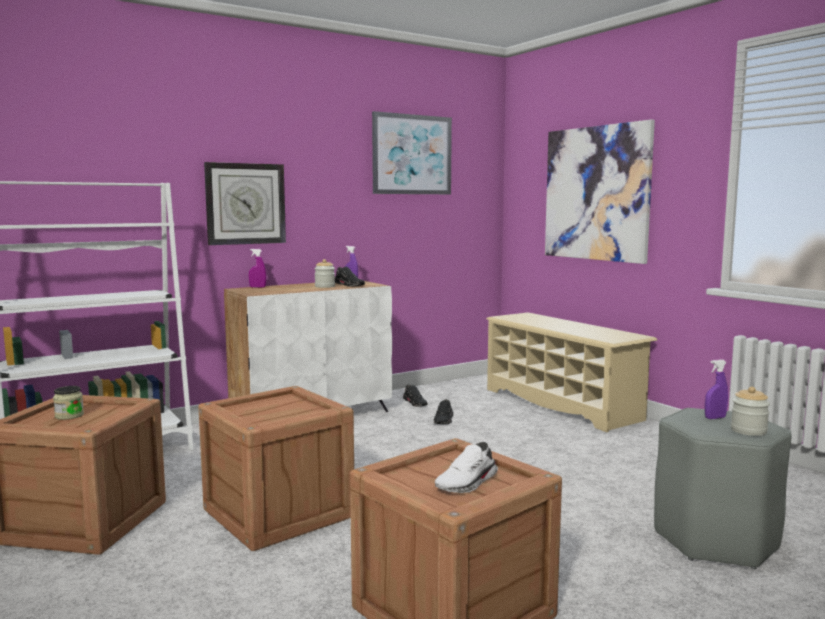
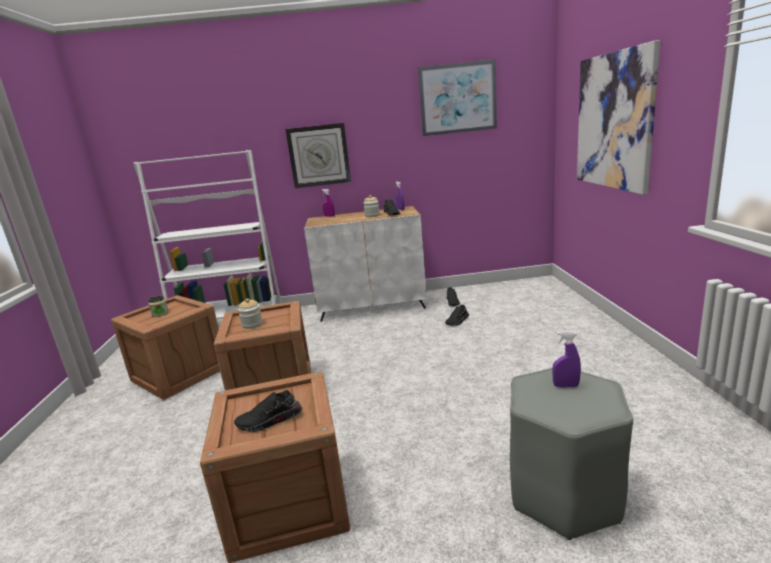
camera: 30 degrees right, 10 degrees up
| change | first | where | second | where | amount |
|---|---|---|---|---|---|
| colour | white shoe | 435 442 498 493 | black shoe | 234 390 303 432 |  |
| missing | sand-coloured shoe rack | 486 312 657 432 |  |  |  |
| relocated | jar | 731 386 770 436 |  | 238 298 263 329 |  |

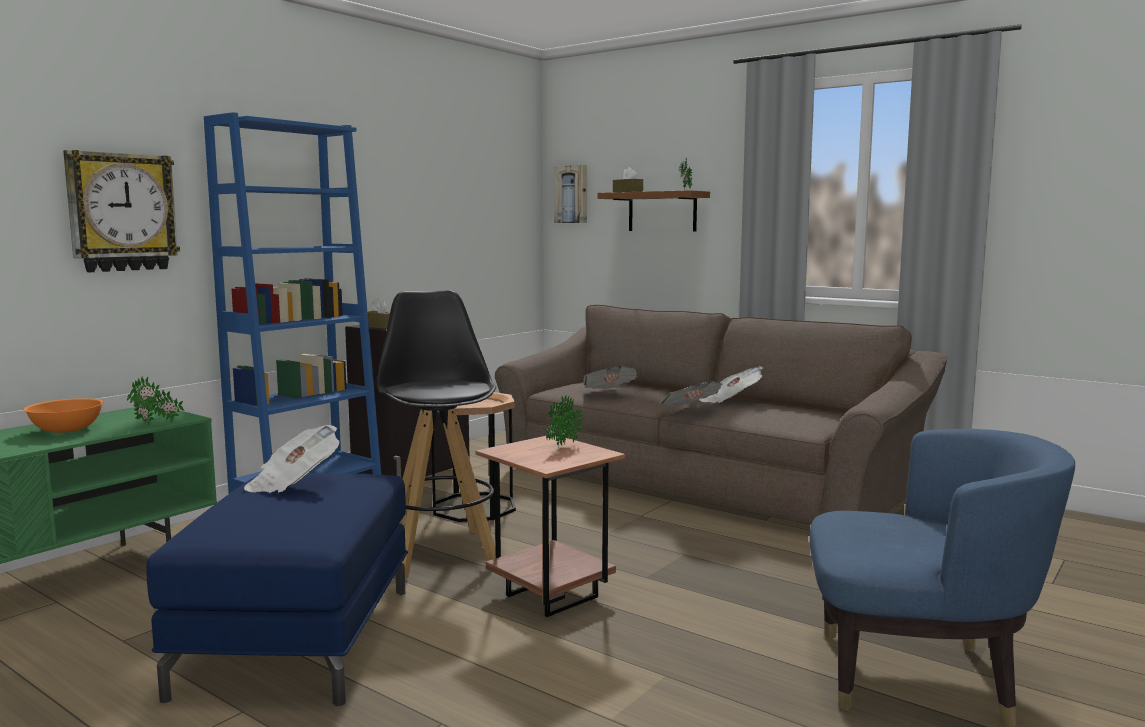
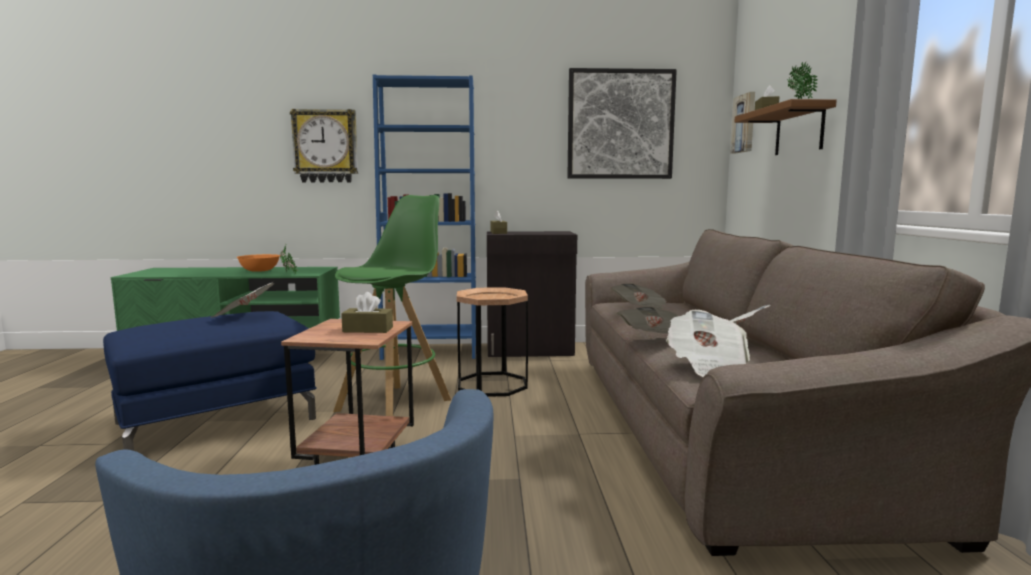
camera: 50 degrees right, 0 degrees up
| change | first | where | second | where | amount |
|---|---|---|---|---|---|
| colour | black stool seat | 377 290 496 579 | green-coloured stool seat | 333 195 451 416 |  |
| exchanged | potted plant | 545 395 583 449 | brown-coloured tissue holder | 341 292 393 333 |  |
| appeared |  |  | wall picture | 567 68 677 179 |  |
| appeared |  |  | printed paper | 666 310 750 377 |  |

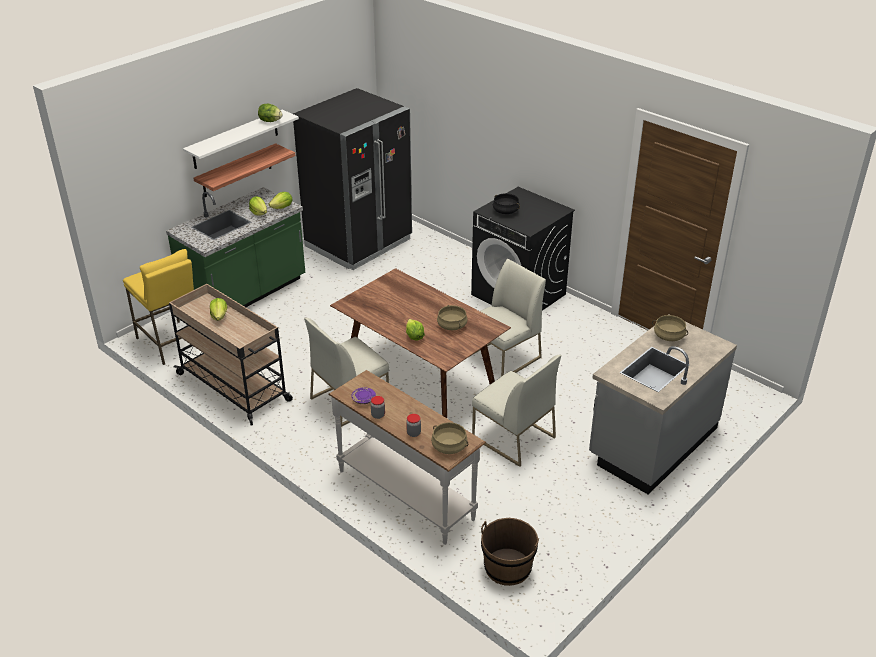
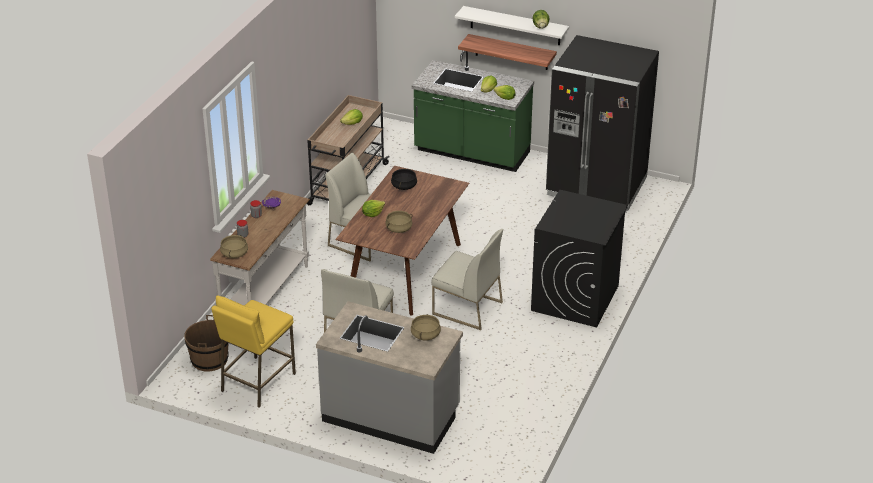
camera: 70 degrees right, 0 degrees up
| change | first | where | second | where | amount |
|---|---|---|---|---|---|
| relocated | yellowish stool seat | 123 249 194 365 |  | 211 295 296 408 |  |
| relocated | black stockpot | 493 193 520 214 |  | 391 169 417 190 |  |

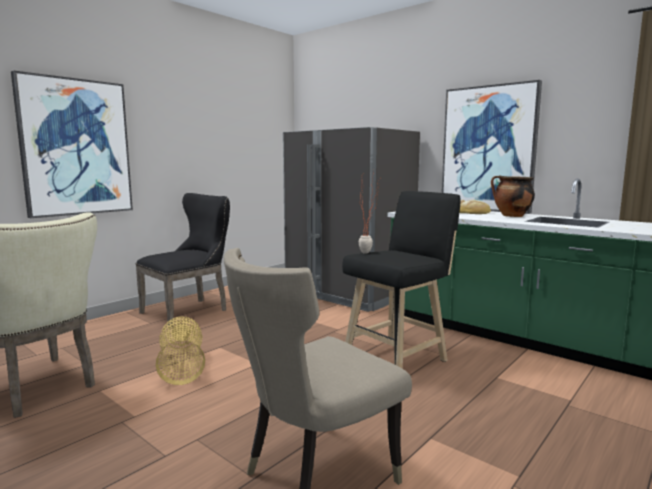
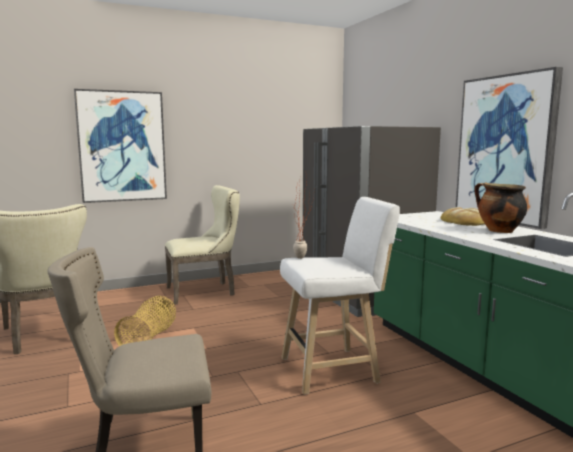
camera: 25 degrees right, 0 degrees up
| change | first | where | second | where | amount |
|---|---|---|---|---|---|
| colour | black plain chair | 135 193 230 328 | sand-coloured plain chair | 165 185 240 305 |  |
| colour | black stool seat | 342 191 460 369 | white stool seat | 280 197 400 395 |  |

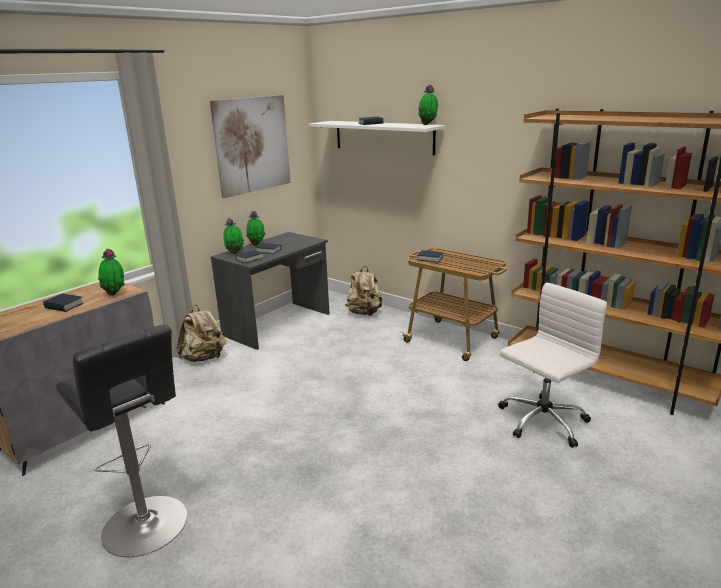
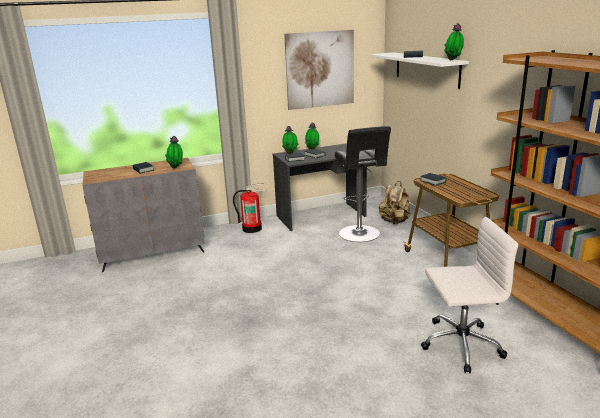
camera: 30 degrees right, 0 degrees up
| change | first | where | second | where | amount |
|---|---|---|---|---|---|
| relocated | black stool seat | 56 324 187 557 |  | 334 126 391 242 |  |
| exchanged | sand-coloured rucksack | 176 305 226 362 | extinguisher | 233 184 267 233 |  |

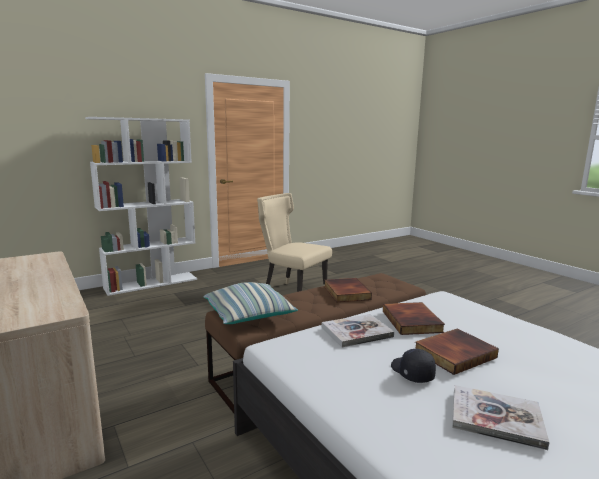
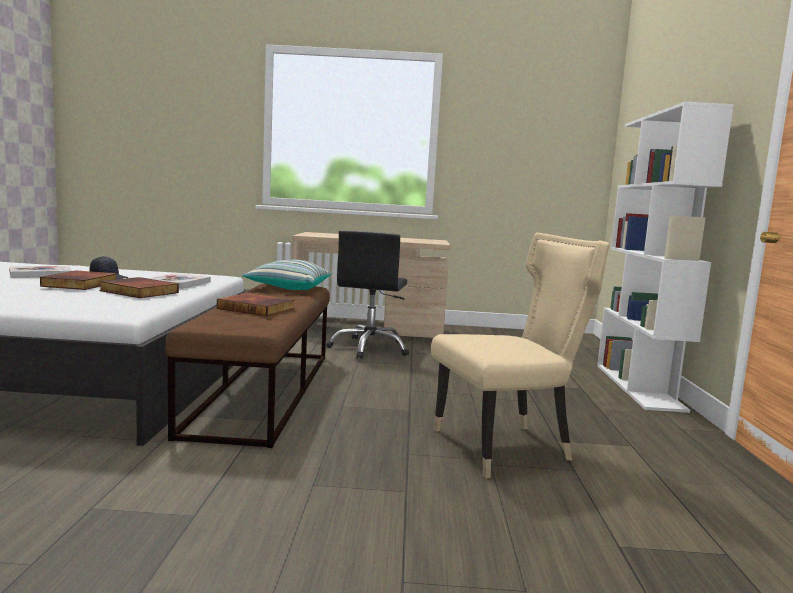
camera: 125 degrees right, 5 degrees down
| change | first | where | second | where | amount |
|---|---|---|---|---|---|
| appeared |  |  | black office chair | 326 230 409 359 |  |

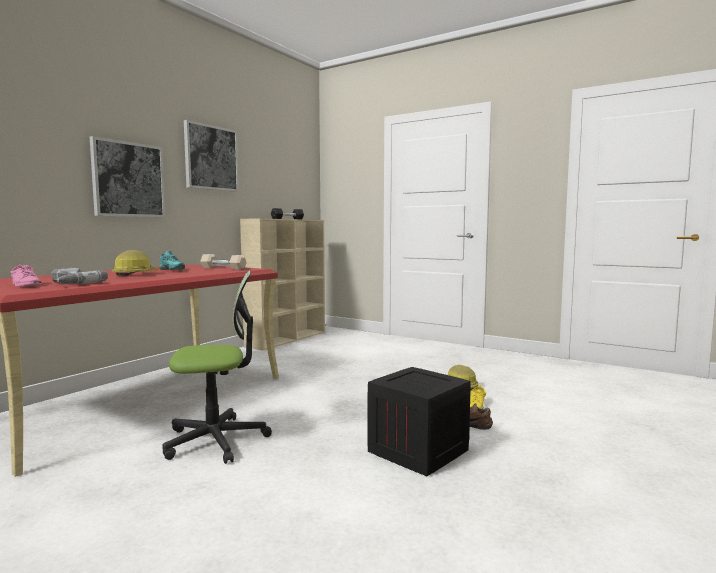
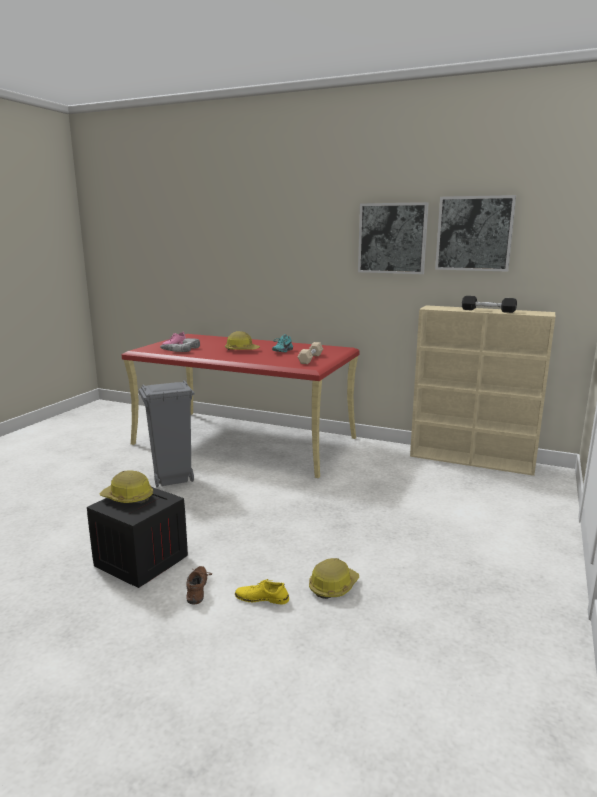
camera: 80 degrees right, 10 degrees up
| change | first | where | second | where | amount |
|---|---|---|---|---|---|
| relocated | wall picture | 90 136 165 217 |  | 435 195 516 272 |  |
| exchanged | office chair | 162 270 272 464 | grey rubbish bin | 139 380 195 487 |  |
| appeared |  |  | work helmet | 100 470 153 503 |  |

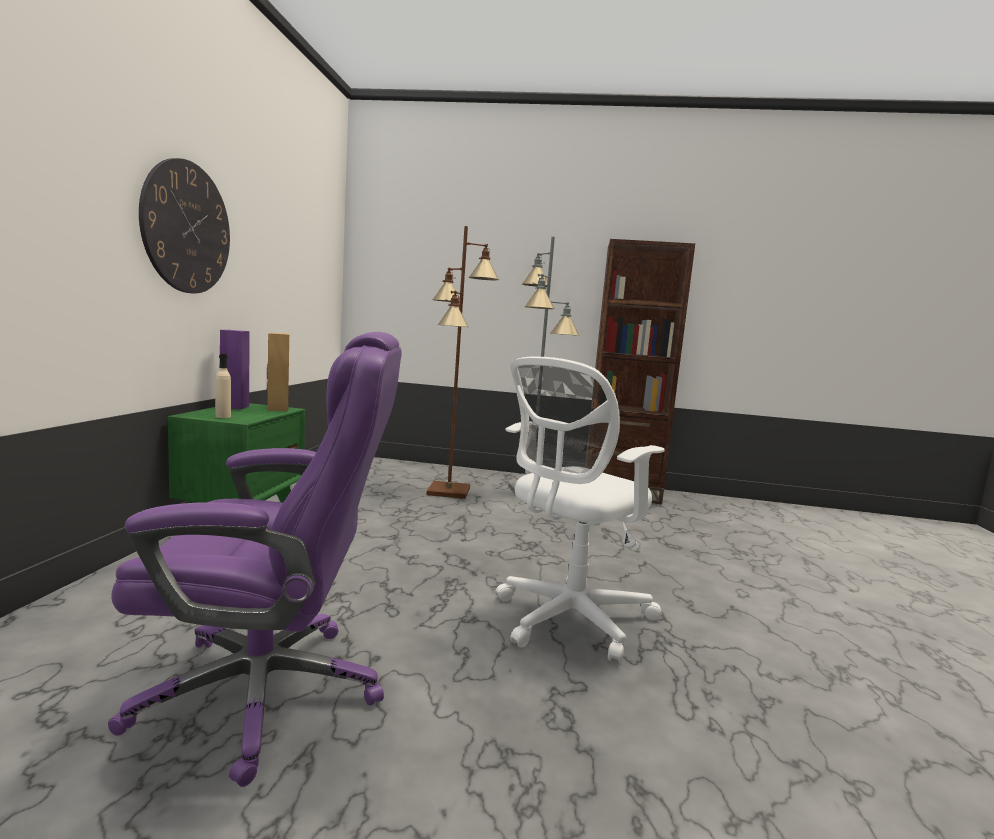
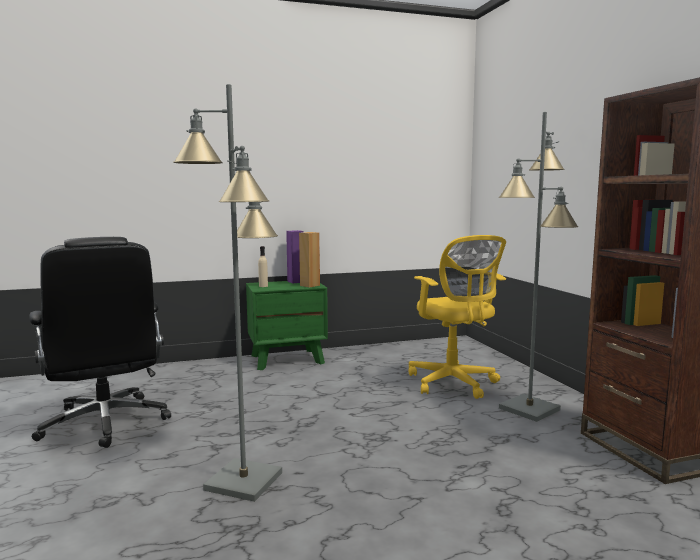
camera: 65 degrees right, 0 degrees up
| change | first | where | second | where | amount |
|---|---|---|---|---|---|
| colour | purple office chair | 108 332 402 787 | black office chair | 29 237 171 448 |  |
| missing | wall clock | 139 158 230 294 |  |  |  |
| exchanged | brown-coloured floor lamp | 426 226 499 499 | yellowish office chair | 409 235 506 399 |  |
| exchanged | white office chair | 496 357 665 663 | grey floor lamp | 173 84 282 502 |  |

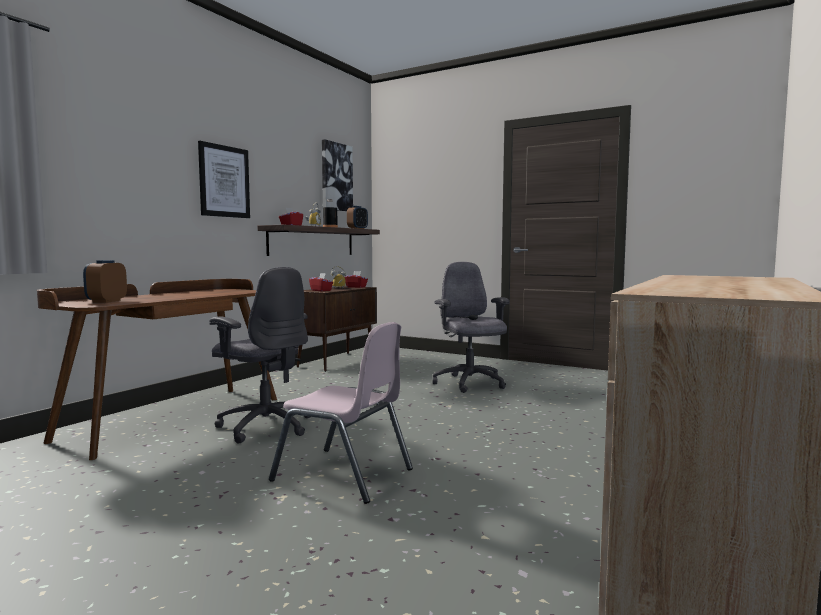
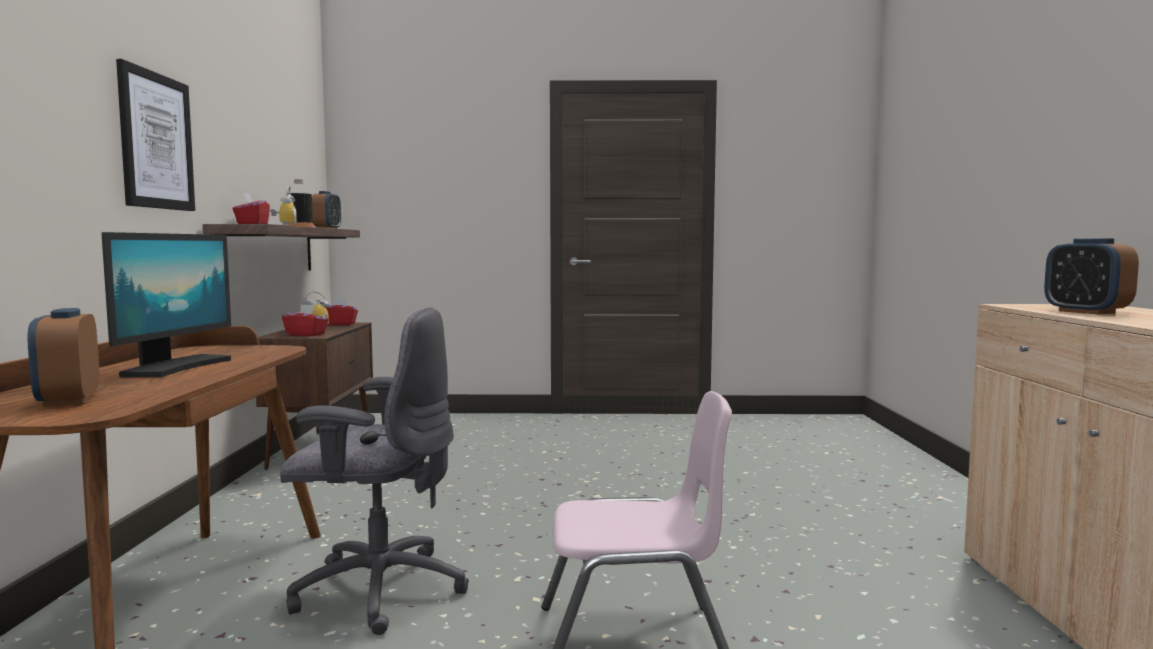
camera: 30 degrees left, 0 degrees up
| change | first | where | second | where | amount |
|---|---|---|---|---|---|
| missing | wall picture | 322 139 353 211 |  |  |  |
| missing | grey office chair | 432 262 510 393 |  |  |  |
| appeared |  |  | monitor | 102 232 231 377 |  |
| appeared |  |  | table clock | 1044 238 1139 315 |  |

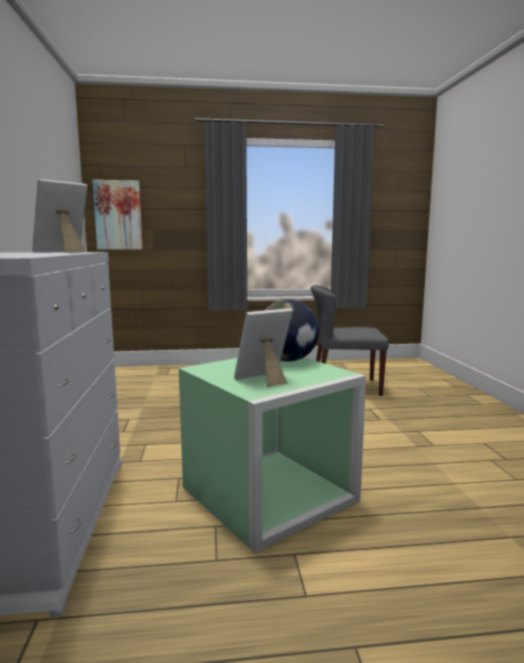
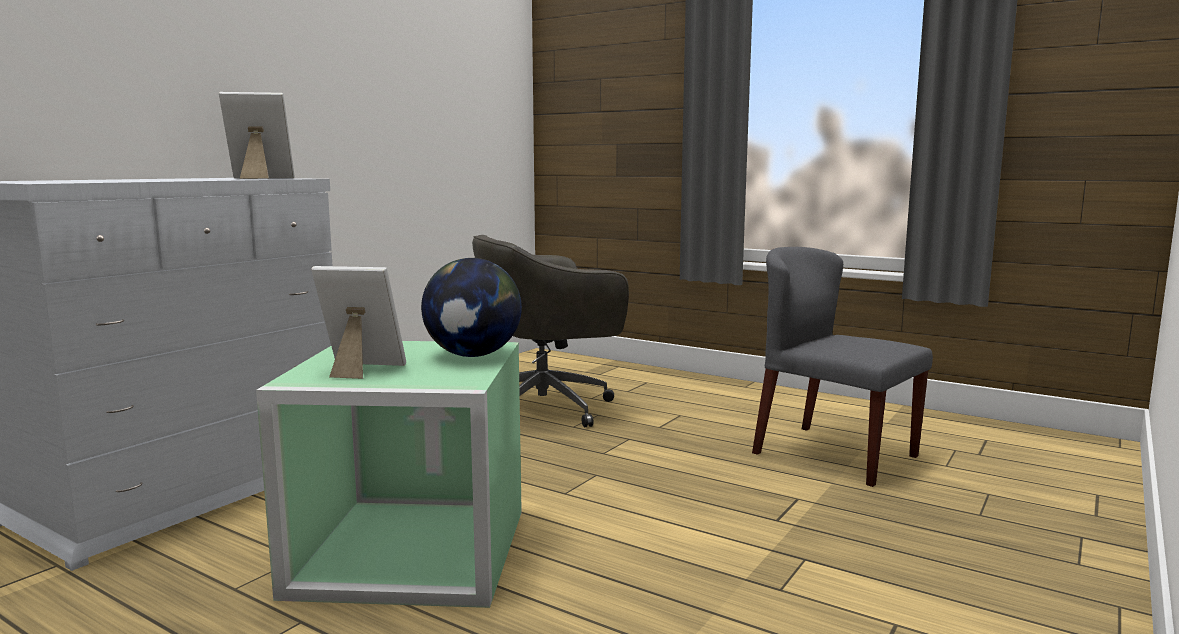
camera: 40 degrees right, 0 degrees up
| change | first | where | second | where | amount |
|---|---|---|---|---|---|
| missing | wall picture | 93 180 143 249 |  |  |  |
| appeared |  |  | grey office chair | 472 235 629 427 |  |

